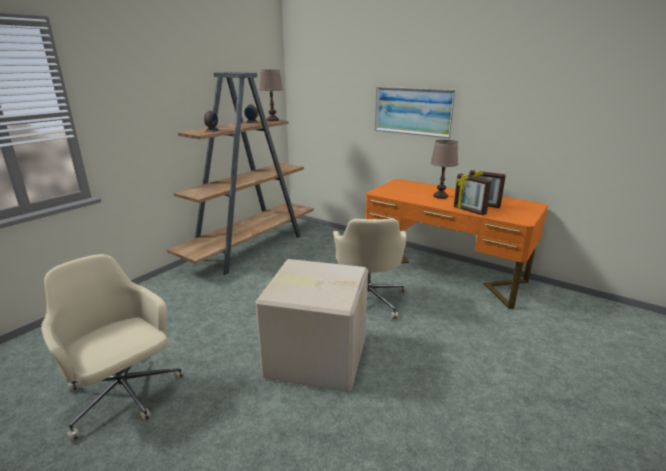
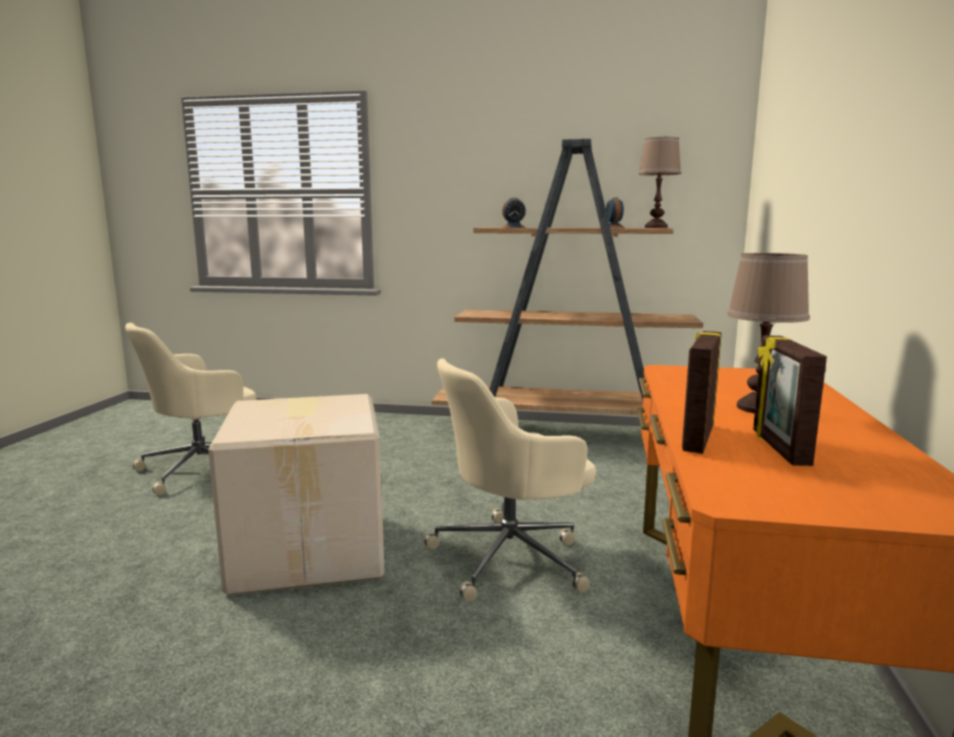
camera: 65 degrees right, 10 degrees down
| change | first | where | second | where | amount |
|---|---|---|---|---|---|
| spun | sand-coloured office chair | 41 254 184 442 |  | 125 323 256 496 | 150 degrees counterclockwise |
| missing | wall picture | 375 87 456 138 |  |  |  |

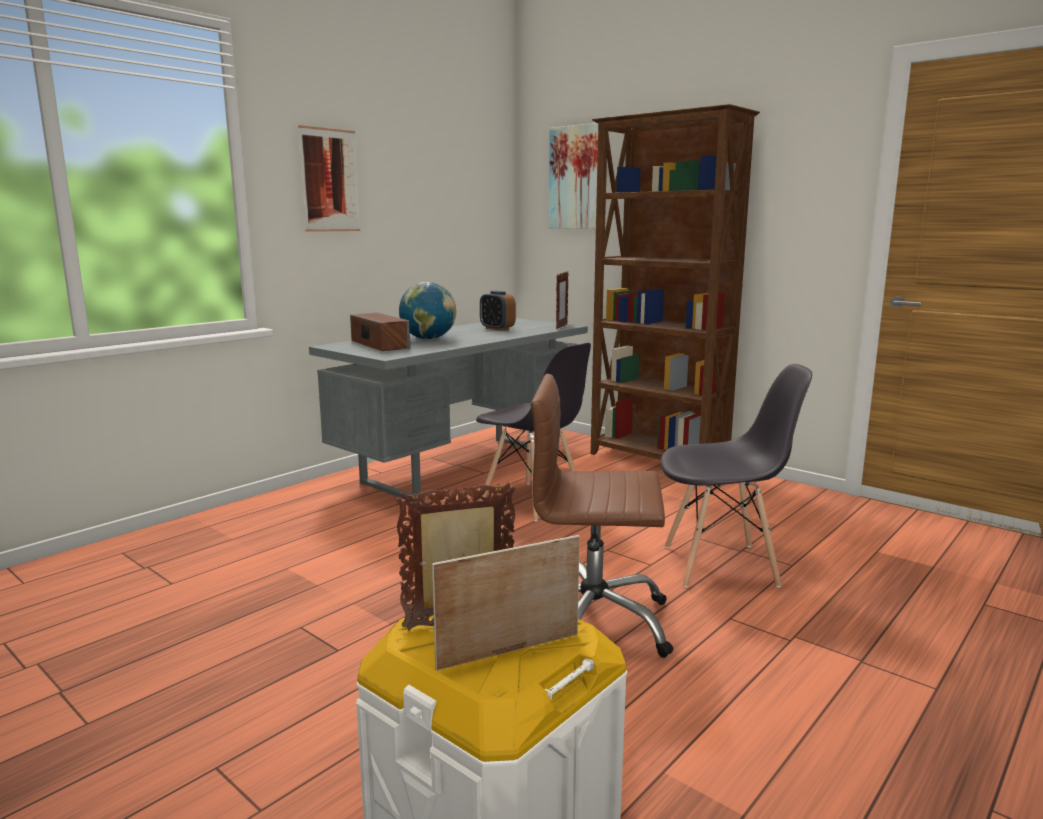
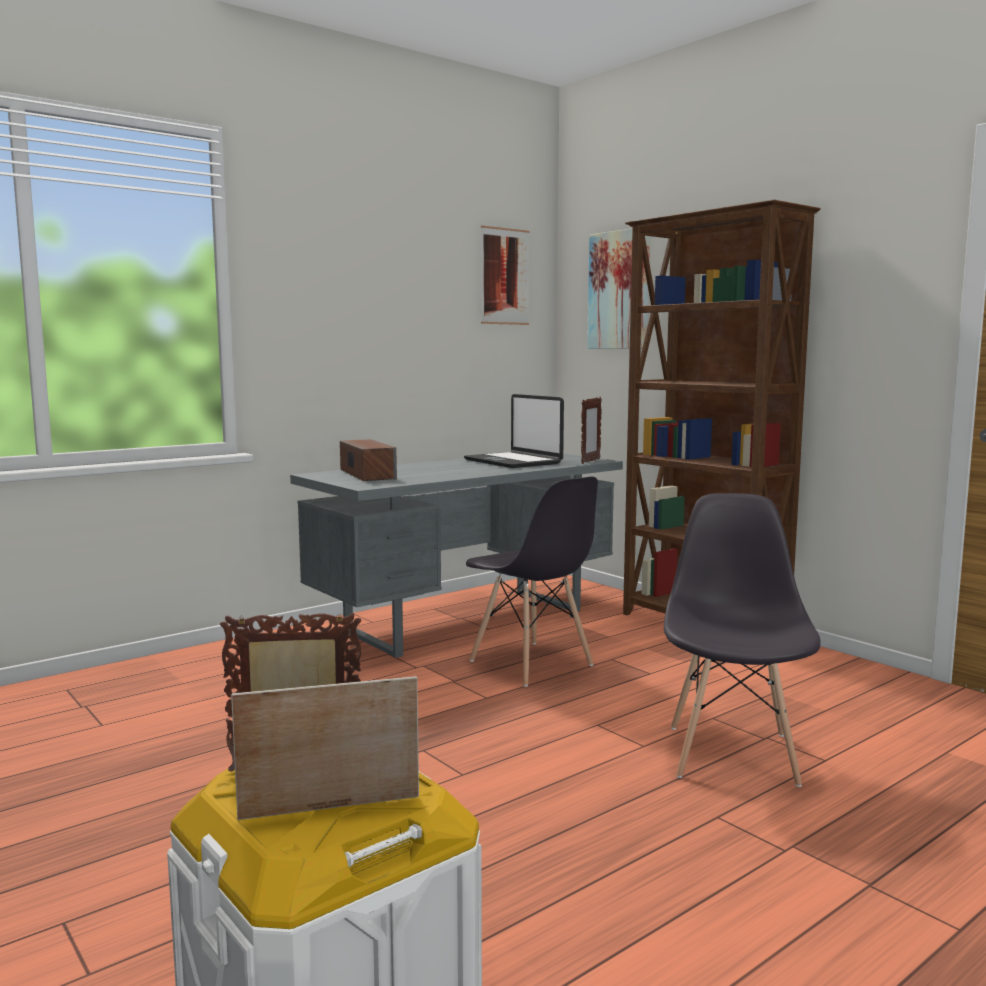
camera: 10 degrees right, 5 degrees down
| change | first | where | second | where | amount |
|---|---|---|---|---|---|
| relocated | wall picture | 298 125 360 232 |  | 481 226 530 325 |  |
| missing | desk globe | 399 282 457 340 |  |  |  |
| exchanged | table clock | 480 291 516 331 | laptop | 464 394 564 468 |  |
| missing | brown-coloured office chair | 531 374 674 658 |  |  |  |
| spun | grey plain chair | 661 364 812 588 |  | 664 493 821 787 | 90 degrees counterclockwise |

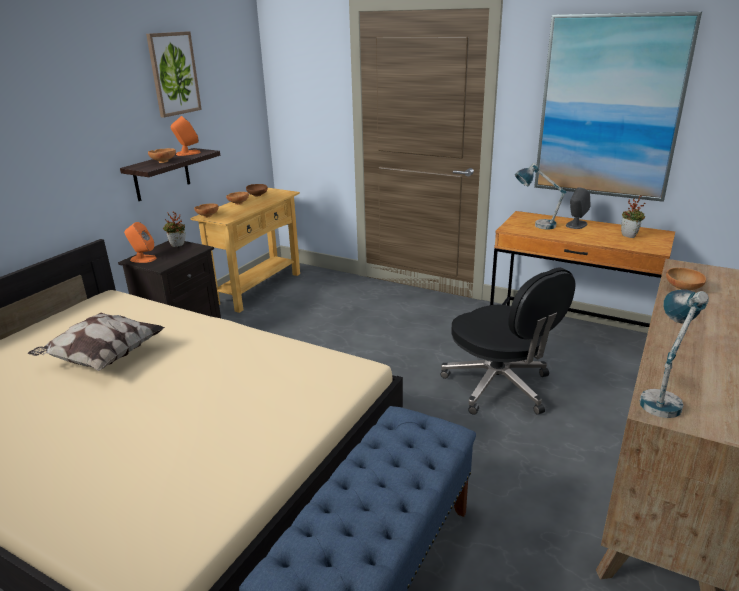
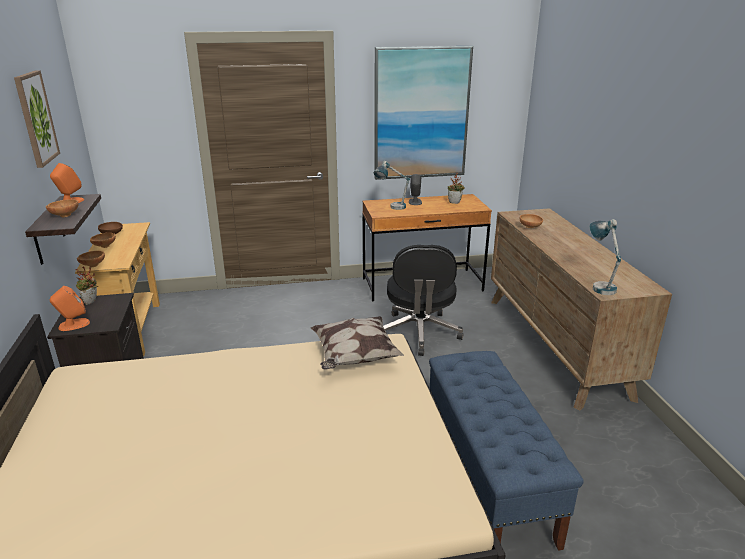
camera: 40 degrees left, 0 degrees up
| change | first | where | second | where | amount |
|---|---|---|---|---|---|
| relocated | throw pillow | 28 313 165 371 |  | 310 316 404 370 |  |
| spun | black office chair | 440 267 575 415 |  | 383 245 463 356 | 75 degrees clockwise |

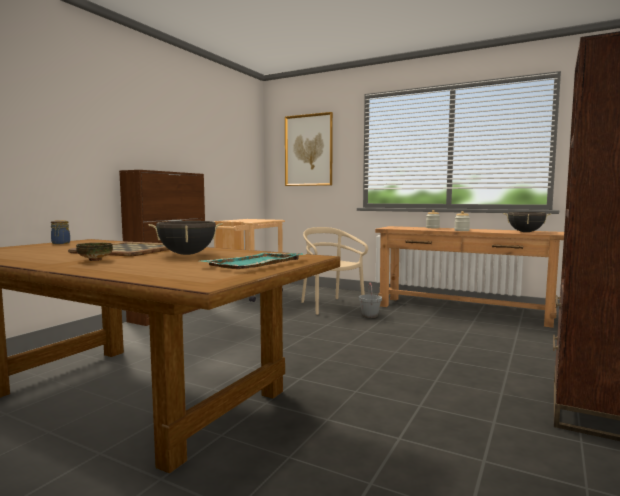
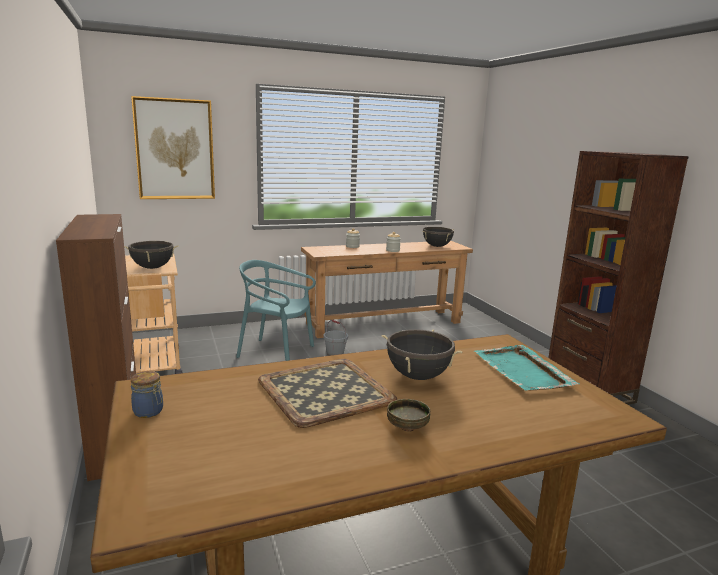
camera: 50 degrees left, 10 degrees up
| change | first | where | second | where | amount |
|---|---|---|---|---|---|
| colour | sand-coloured plain chair | 301 227 368 315 | blue-green plain chair | 236 260 316 361 |  |
| appeared |  |  | black stockpot | 124 241 179 269 |  |

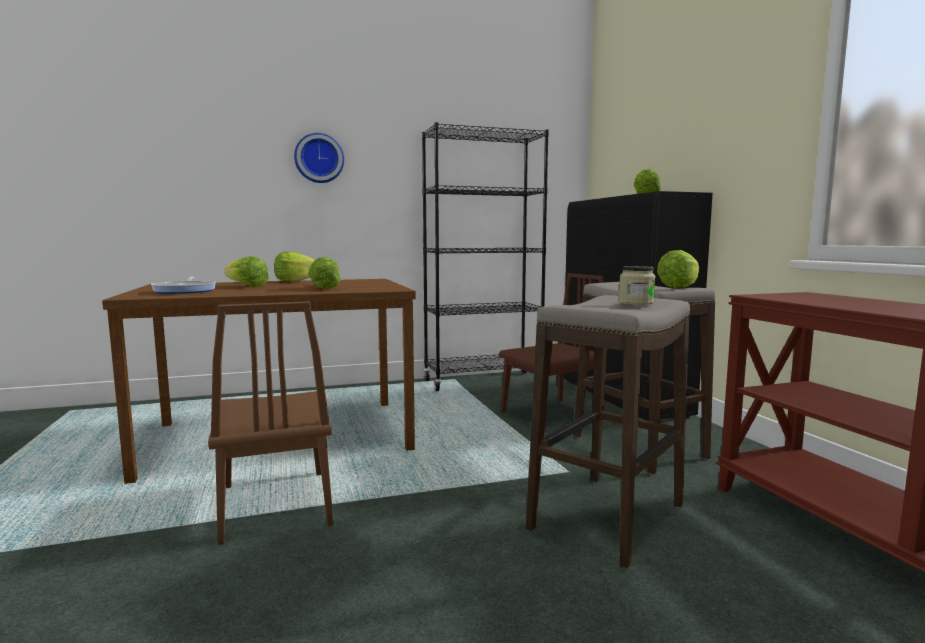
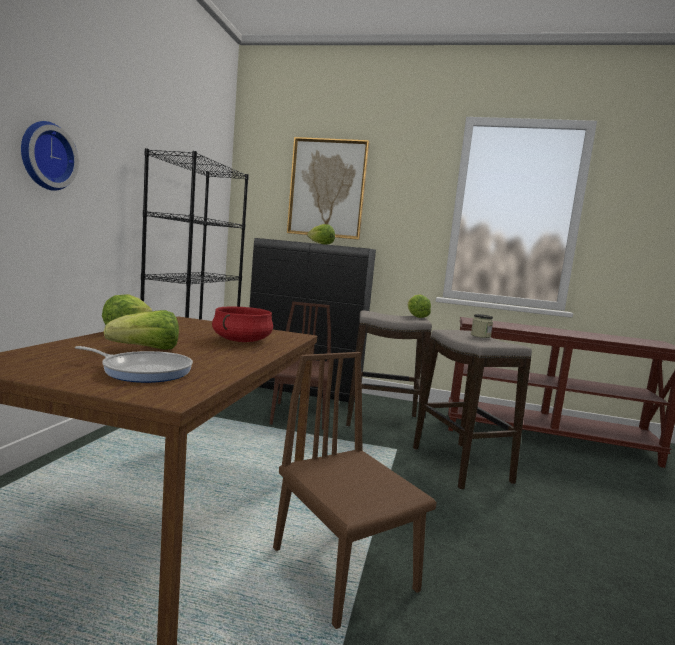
camera: 60 degrees left, 0 degrees up
| change | first | where | second | where | amount |
|---|---|---|---|---|---|
| spun | brown-coloured plain chair | 208 301 334 545 |  | 273 352 436 629 | 135 degrees counterclockwise |
| exchanged | lettuce head | 308 257 340 289 | red stockpot | 212 307 273 342 |  |
| appeared |  |  | wall picture | 287 137 369 240 |  |

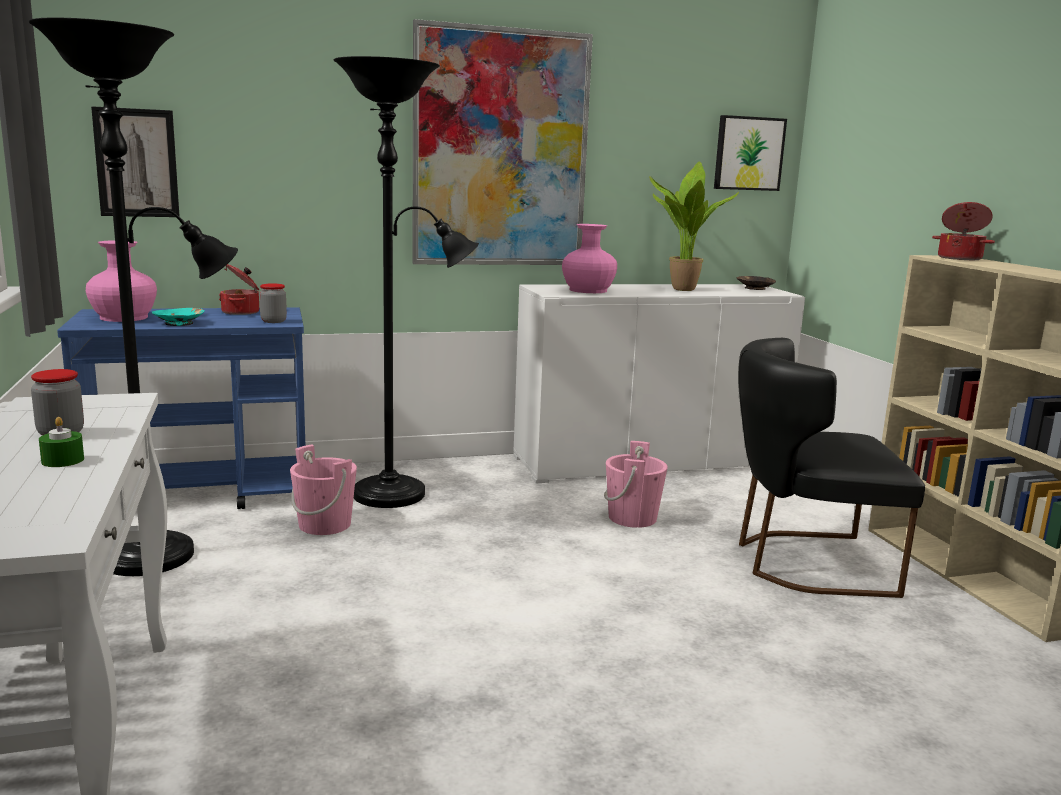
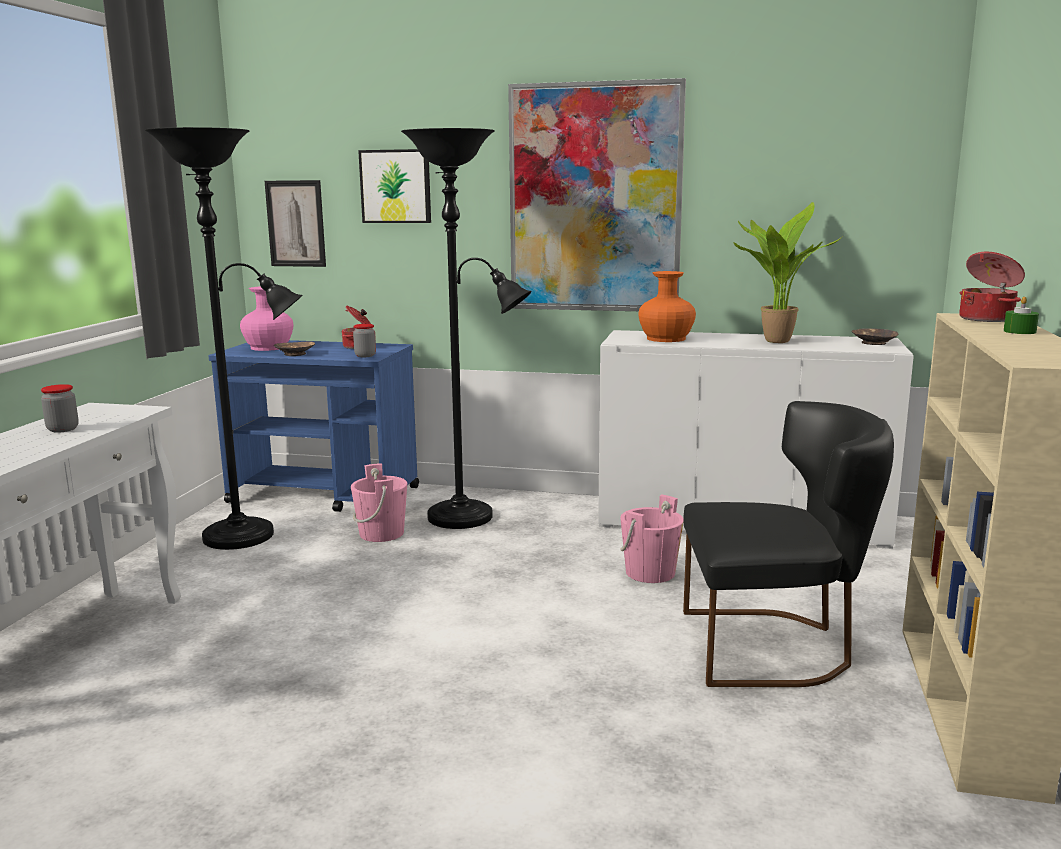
camera: 30 degrees right, 0 degrees up
| change | first | where | second | where | amount |
|---|---|---|---|---|---|
| relocated | green-coloured candle | 39 417 84 467 |  | 1003 297 1039 334 |  |
| colour | blue-green deep dish | 152 308 205 326 | brown-coloured deep dish | 274 342 315 356 |  |
| colour | pink-coloured flower vase | 562 224 617 293 | orange flower vase | 638 271 696 342 |  |
| relocated | wall picture | 714 115 787 191 |  | 358 149 431 223 |  |
| spun | black plain chair | 738 338 925 598 |  | 683 401 894 687 | 150 degrees clockwise |

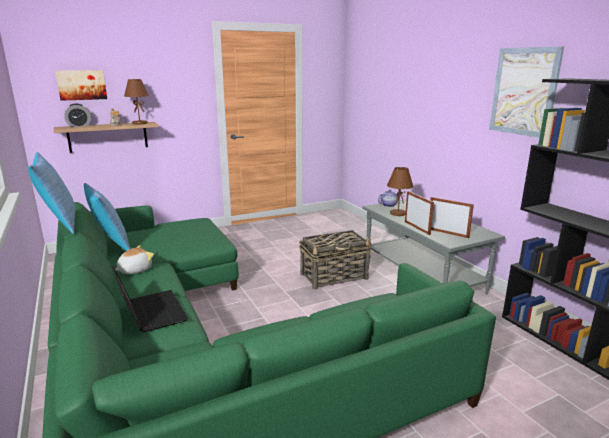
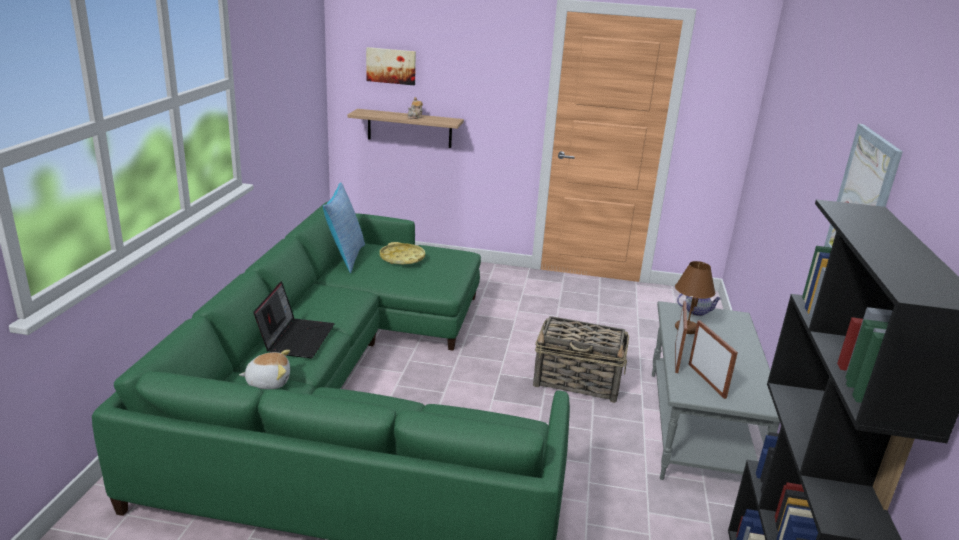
camera: 35 degrees right, 5 degrees up
| change | first | where | second | where | amount |
|---|---|---|---|---|---|
| missing | throw pillow | 28 152 75 235 |  |  |  |
| missing | table clock | 64 104 91 127 |  |  |  |
| relocated | plush toy | 115 245 154 274 |  | 239 350 290 389 |  |
| missing | brown-coloured lamp for a table | 124 79 149 124 |  |  |  |
| appeared |  |  | yellowish tray | 380 242 425 265 |  |

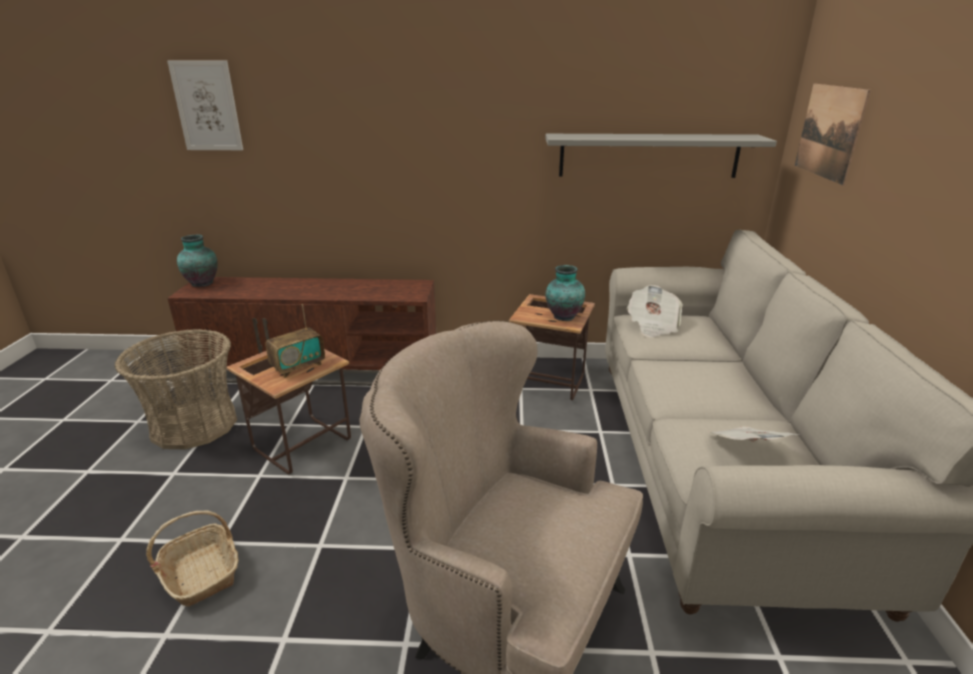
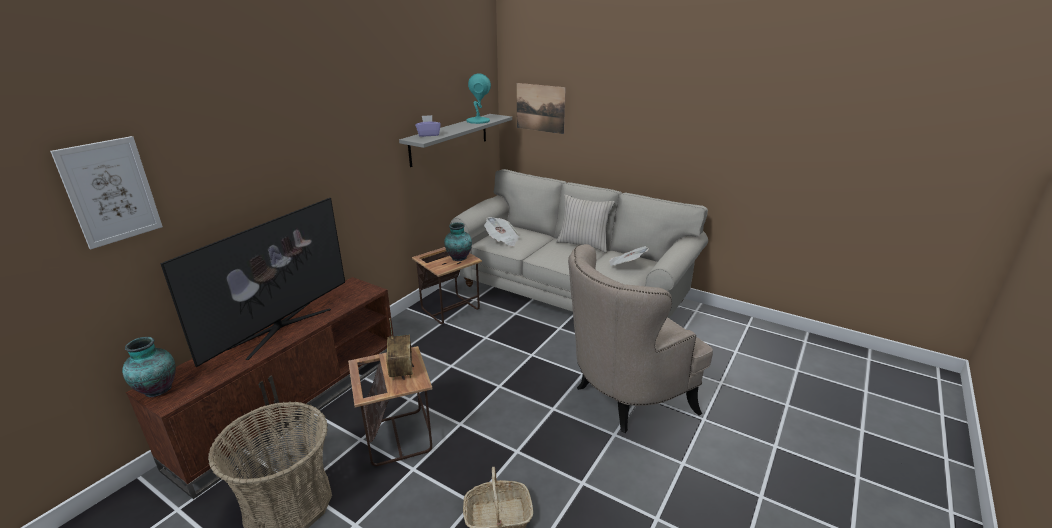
camera: 60 degrees left, 0 degrees up
| change | first | where | second | where | amount |
|---|---|---|---|---|---|
| appeared |  |  | television | 161 198 345 367 |  |
| appeared |  |  | purple tissue holder | 415 115 441 137 |  |
| appeared |  |  | blue-green lamp for a table | 466 73 491 124 |  |
| appeared |  |  | sand-coloured throw pillow | 556 194 615 252 |  |

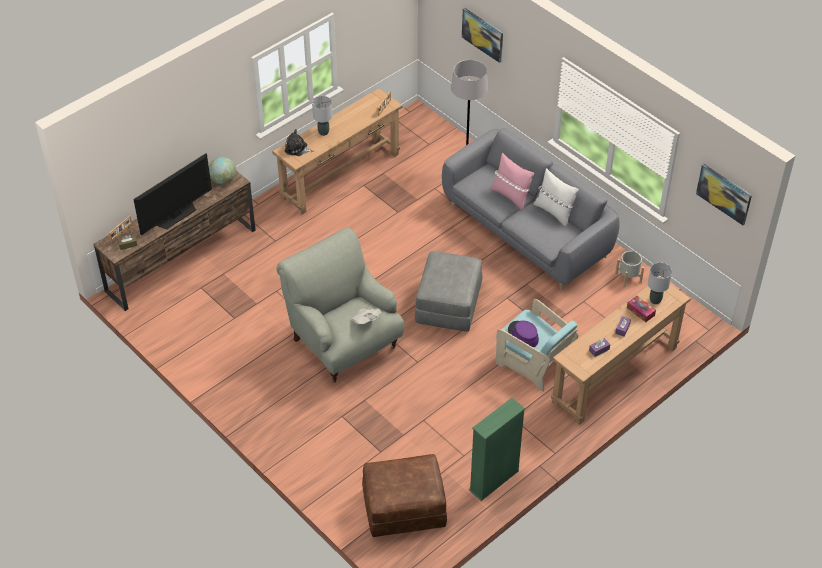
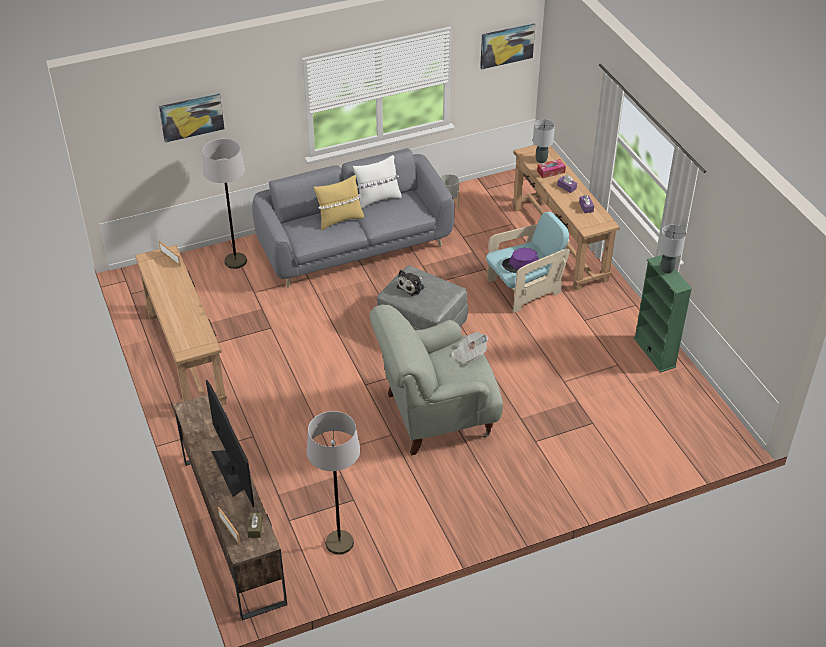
camera: 70 degrees left, 5 degrees down
| change | first | where | second | where | amount |
|---|---|---|---|---|---|
| missing | desk globe | 209 157 236 184 |  |  |  |
| relocated | plush toy | 284 129 313 156 |  | 397 270 424 296 |  |
| relocated | grey lamp for a table | 312 96 332 136 |  | 659 225 686 274 |  |
| missing | brown-coloured ottoman | 362 454 447 537 |  |  |  |
| colour | pink-coloured throw pillow | 490 153 534 211 | yellowish throw pillow | 314 175 364 230 |  |
| appeared |  |  | grey floor lamp | 307 411 360 555 |  |

